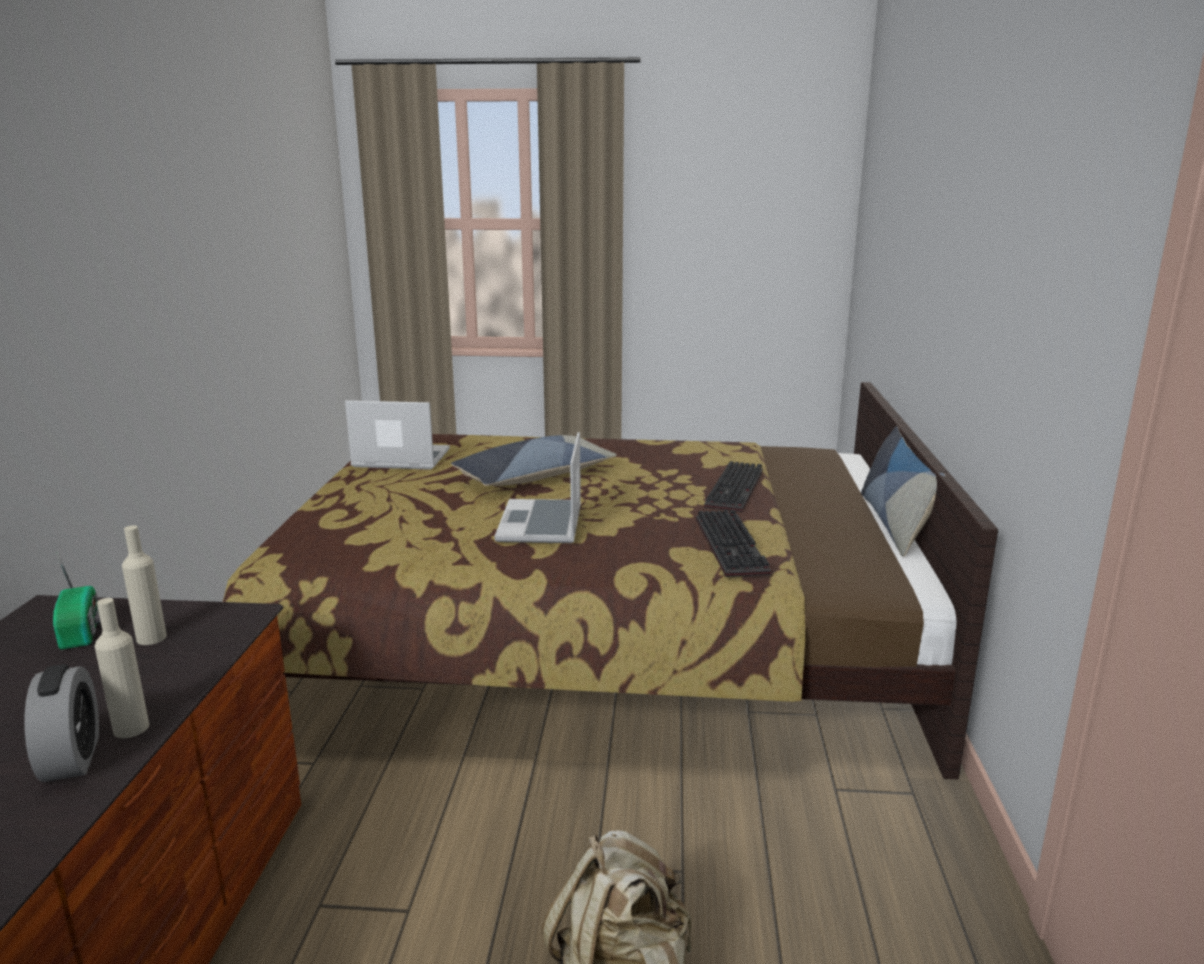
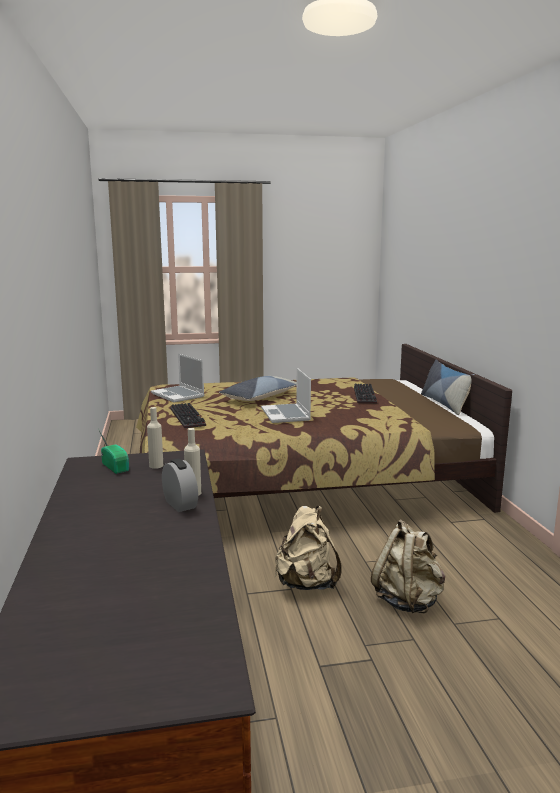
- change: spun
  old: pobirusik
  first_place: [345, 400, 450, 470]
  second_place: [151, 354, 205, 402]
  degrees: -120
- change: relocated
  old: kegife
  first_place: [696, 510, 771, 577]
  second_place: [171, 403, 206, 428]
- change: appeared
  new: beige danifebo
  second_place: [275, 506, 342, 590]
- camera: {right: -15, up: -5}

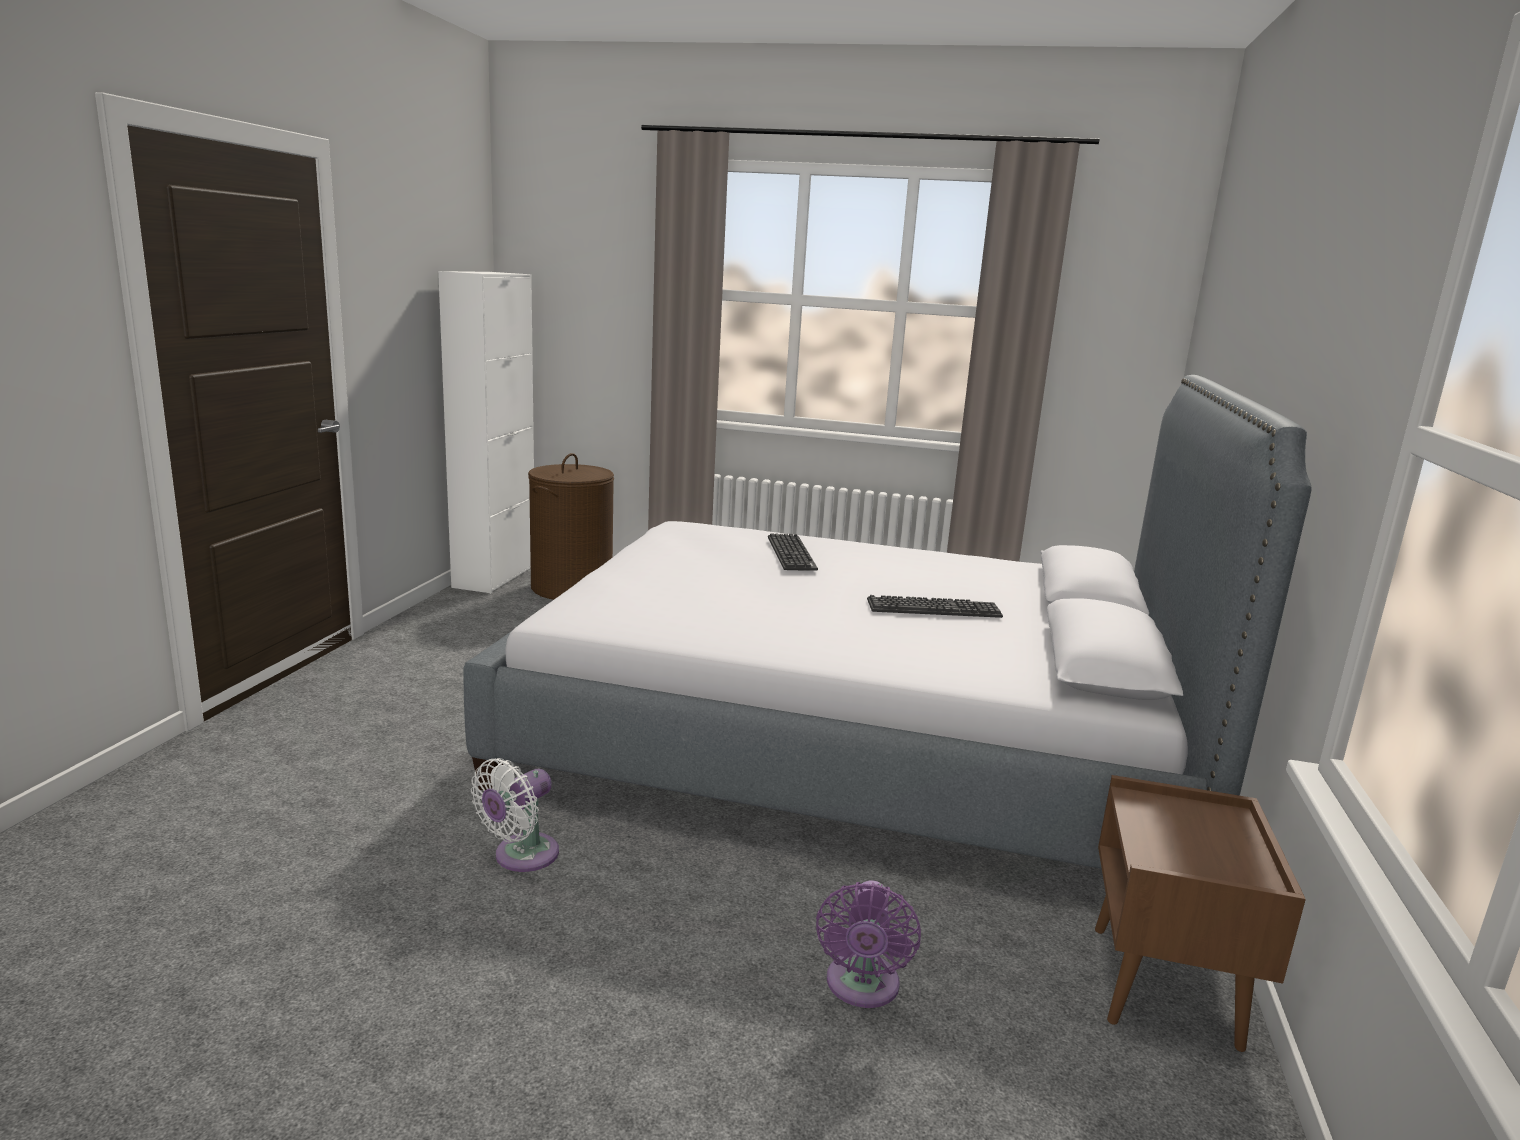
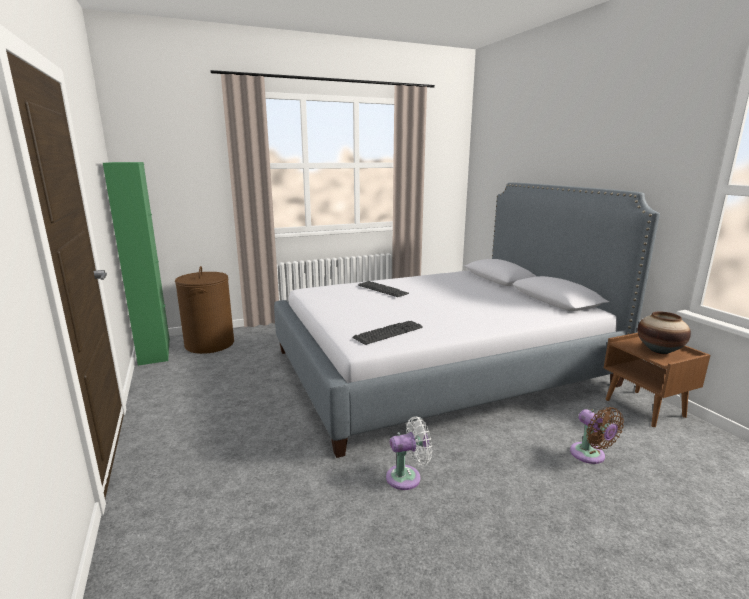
- change: colour
  old: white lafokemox
  new: green lafokemox
  first_place: [438, 271, 534, 593]
  second_place: [103, 162, 170, 366]
- change: relocated
  old: kegife
  first_place: [867, 595, 1003, 618]
  second_place: [353, 321, 423, 345]
- change: spun
  old: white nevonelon
  first_place: [471, 758, 559, 872]
  second_place: [386, 416, 432, 490]
  degrees: -105
- change: colour
  old: purple nevonelon
  new: brown nevonelon
  first_place: [816, 880, 921, 1008]
  second_place: [570, 407, 624, 464]
- change: appeared
  new: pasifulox
  second_place: [638, 312, 691, 354]
- camera: {right: -35, up: 0}

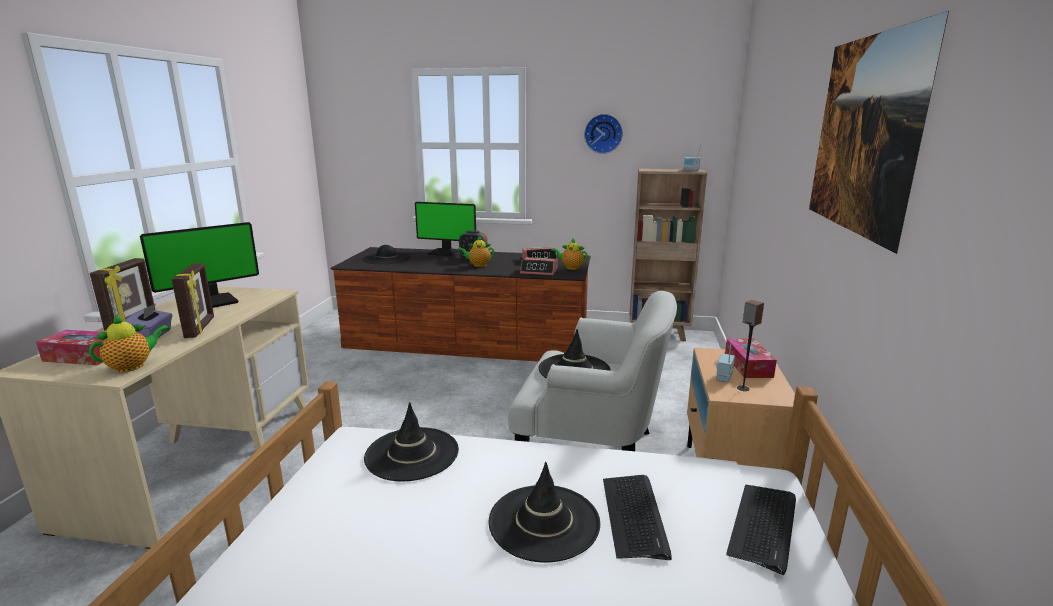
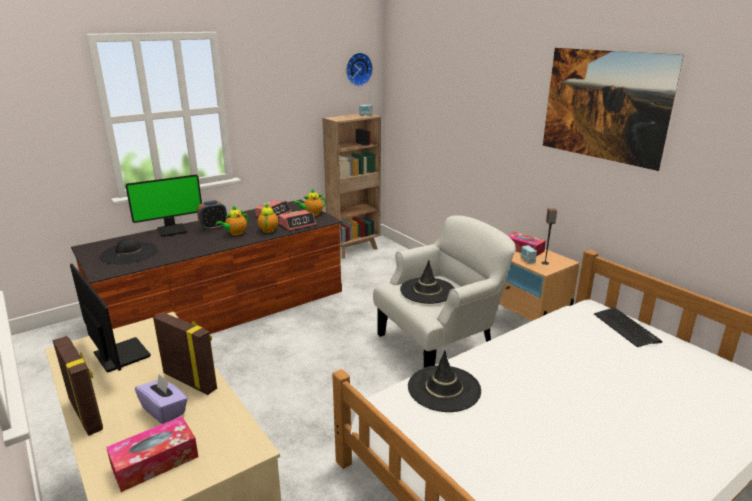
- change: spun
  old: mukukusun
  first_place: [140, 222, 259, 308]
  second_place: [70, 264, 151, 373]
  degrees: -45
- change: relocated
  old: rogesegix
  first_place: [89, 315, 170, 373]
  second_place: [258, 203, 278, 233]
- change: relocated
  old: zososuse
  first_place: [584, 114, 623, 154]
  second_place: [346, 52, 373, 86]
- change: missing
  old: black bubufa
  first_place: [489, 462, 600, 562]
- change: missing
  old: kegife
  first_place: [603, 475, 672, 560]
- camera: {right: -45, up: 5}

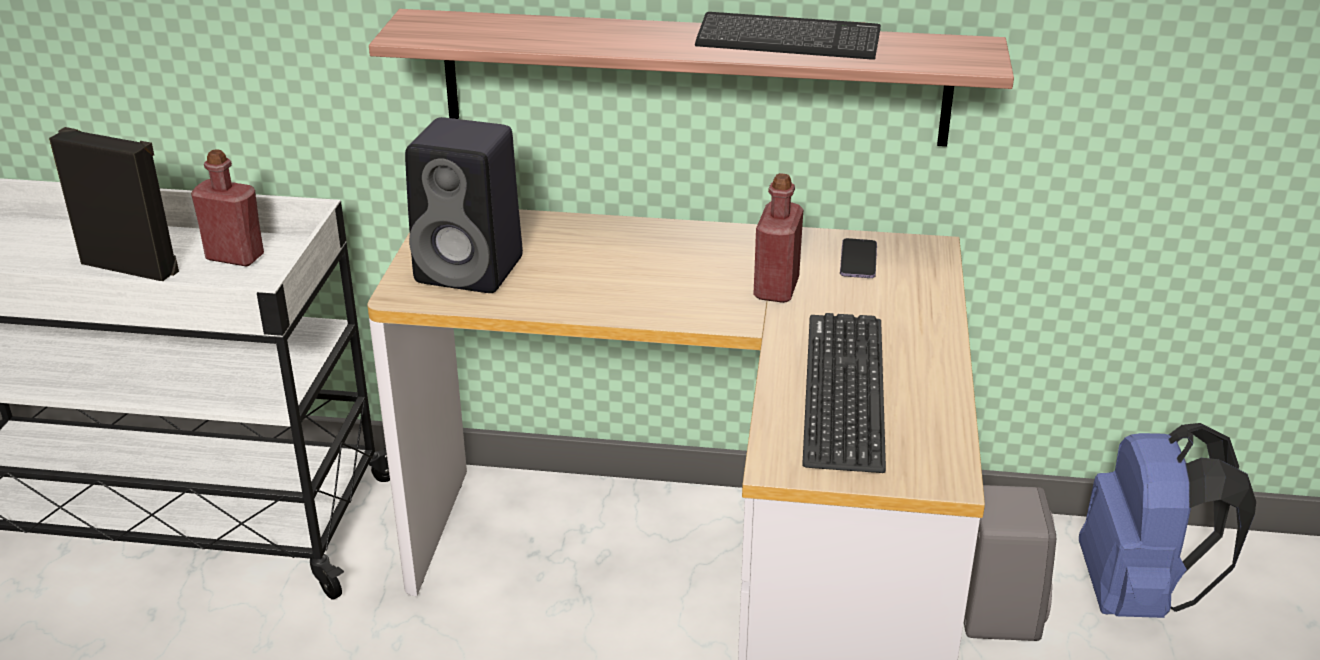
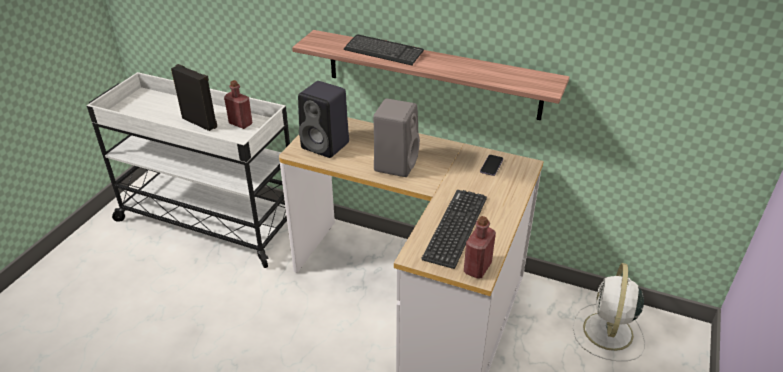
- change: relocated
  old: kegife
  first_place: [695, 12, 881, 60]
  second_place: [344, 34, 424, 65]
- change: relocated
  old: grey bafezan
  first_place: [964, 485, 1056, 641]
  second_place: [373, 98, 420, 177]
- change: relocated
  old: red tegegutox
  first_place: [753, 173, 803, 303]
  second_place: [464, 216, 496, 278]
- change: exchanged
  old: blue danifebo
  new: white nevonelon
  first_place: [1079, 423, 1256, 618]
  second_place: [573, 263, 645, 361]
- camera: {right: 15, up: 5}

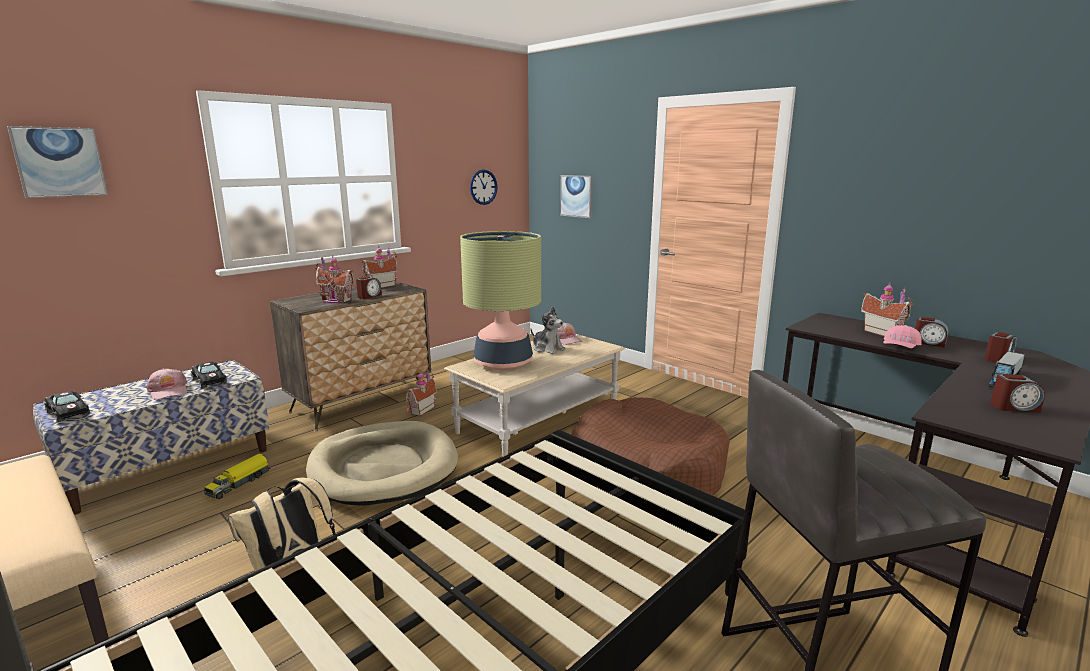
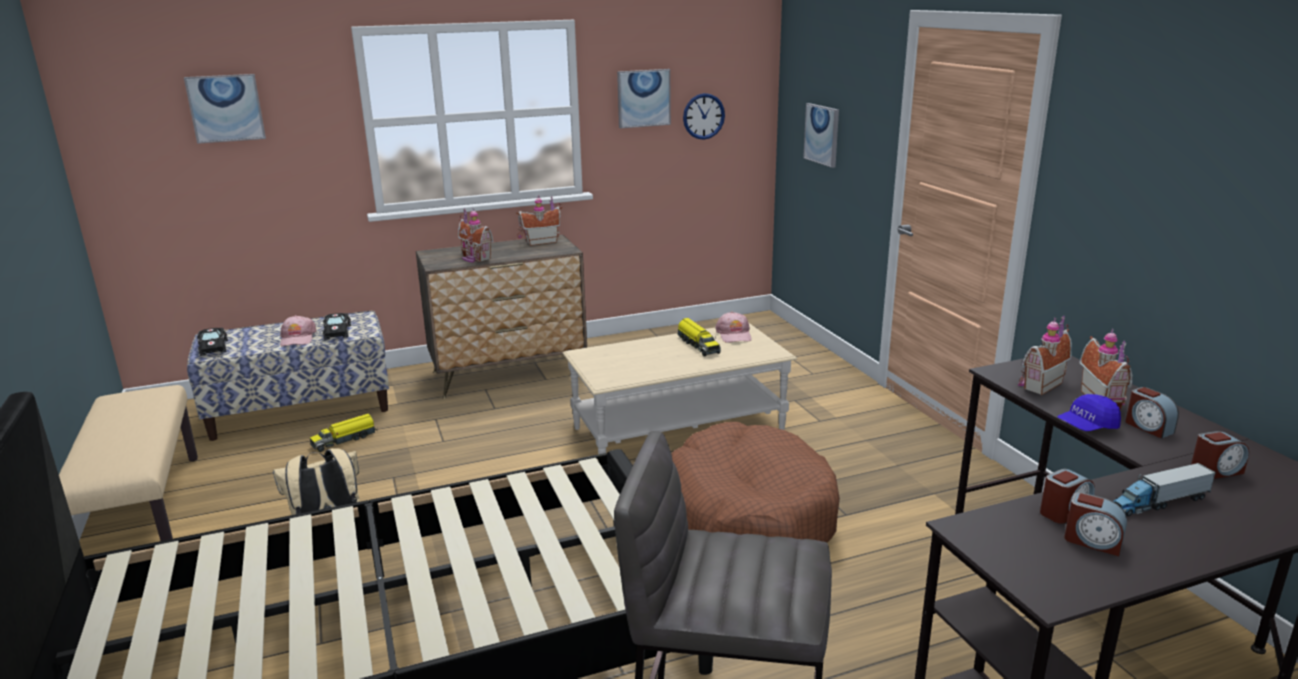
- change: appeared
  new: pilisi
  second_place: [617, 69, 671, 128]
- change: exchanged
  old: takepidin
  new: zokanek
  first_place: [531, 307, 566, 354]
  second_place: [677, 318, 721, 357]
- change: relocated
  old: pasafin
  first_place: [406, 369, 437, 416]
  second_place: [1018, 316, 1072, 395]
- change: relocated
  old: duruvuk
  first_place: [356, 276, 382, 299]
  second_place: [1040, 468, 1095, 524]
- change: colour
  old: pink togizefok
  new: blue togizefok
  first_place: [883, 325, 922, 348]
  second_place: [1057, 394, 1121, 431]
- change: missing
  old: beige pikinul
  first_place: [306, 421, 458, 506]
- change: missing
  old: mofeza
  first_place: [460, 231, 541, 370]
- camera: {right: 25, up: 5}

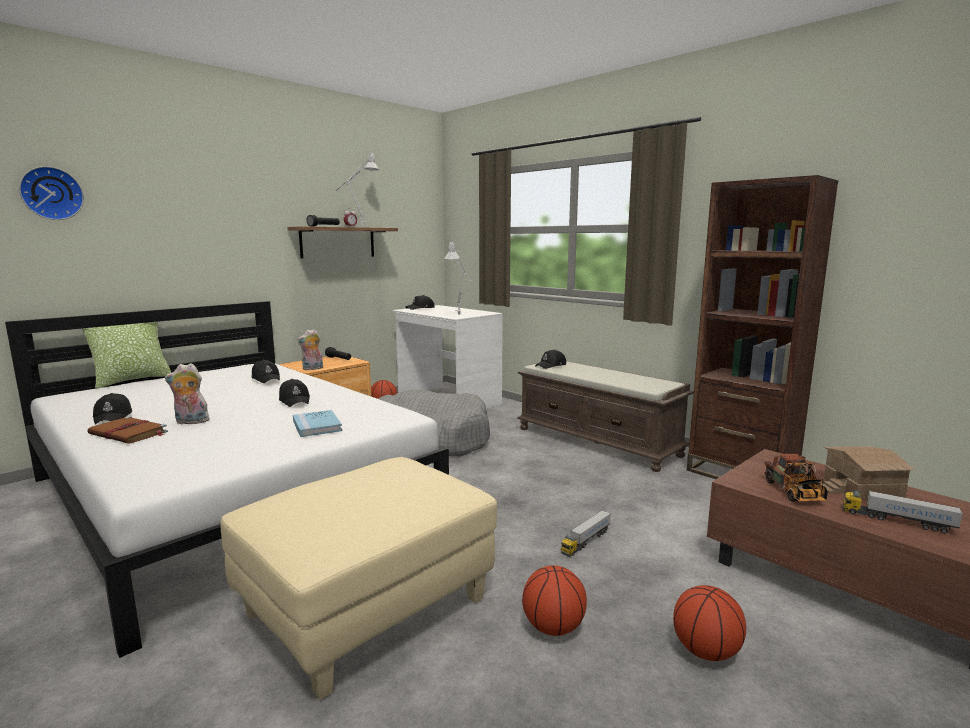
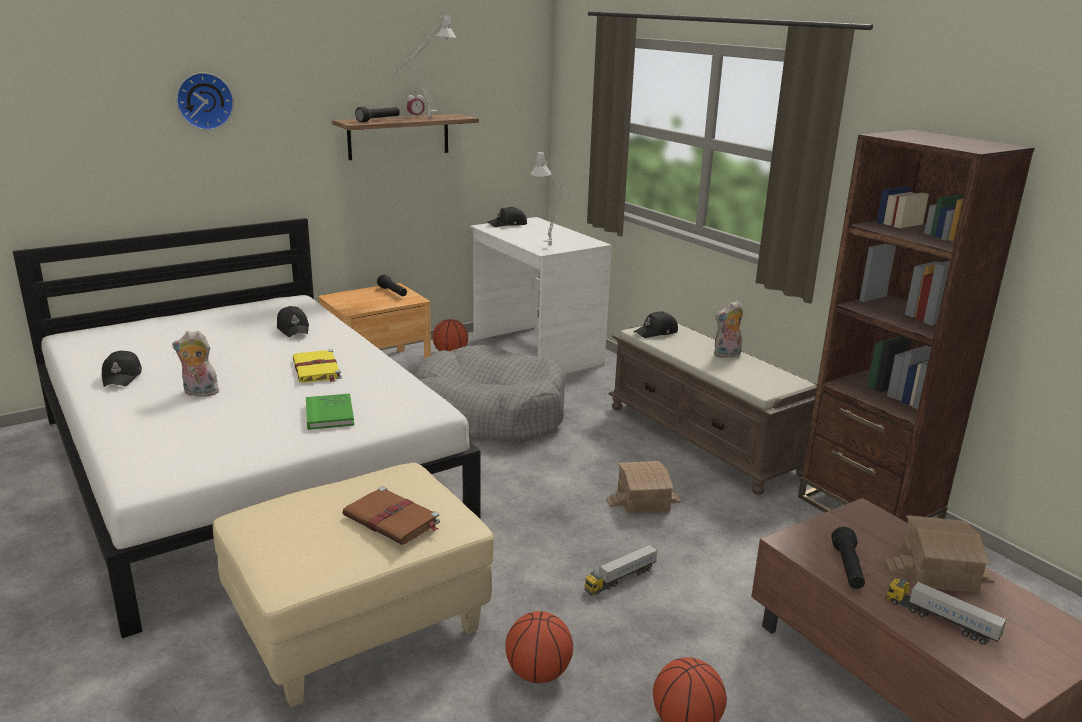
- change: relocated
  old: zososuse
  first_place: [19, 166, 84, 220]
  second_place: [176, 72, 234, 130]
- change: exchanged
  old: black togizefok
  new: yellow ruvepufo
  first_place: [279, 379, 310, 407]
  second_place: [293, 349, 342, 383]
- change: colour
  old: blue ruvepufo
  new: green ruvepufo
  first_place: [293, 410, 342, 437]
  second_place: [306, 393, 354, 430]
- change: relocated
  old: brown ruvepufo
  first_place: [87, 416, 168, 443]
  second_place: [342, 487, 440, 545]
- change: appeared
  new: pasafin
  second_place: [606, 461, 681, 513]
- change: relocated
  old: takepidin
  first_place: [297, 329, 323, 370]
  second_place: [714, 300, 743, 358]
- change: exchanged
  old: zokanek
  new: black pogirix
  first_place: [764, 454, 828, 501]
  second_place: [831, 527, 865, 589]
- change: missing
  old: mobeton
  first_place: [82, 322, 172, 389]
- camera: {right: 10, up: 10}

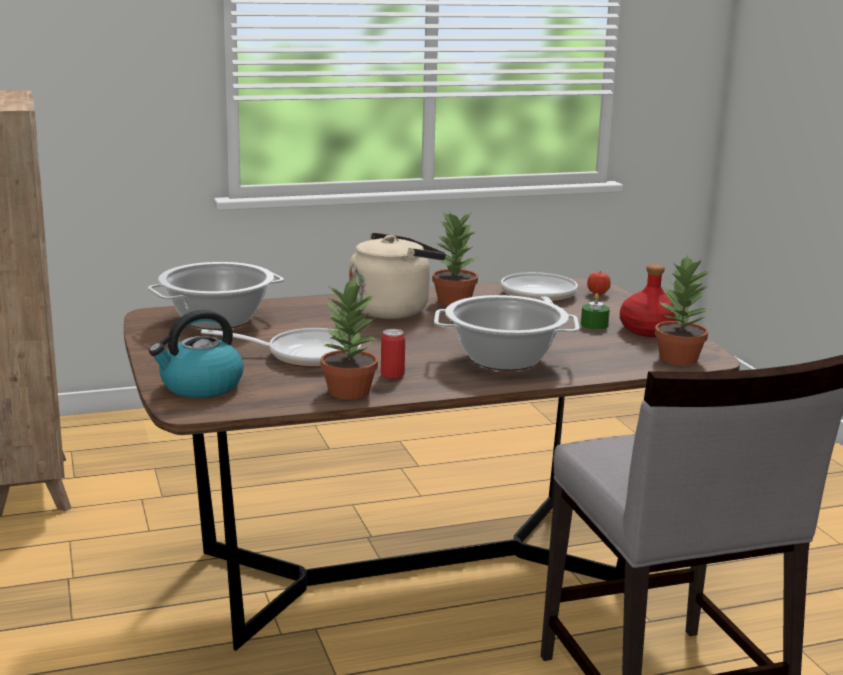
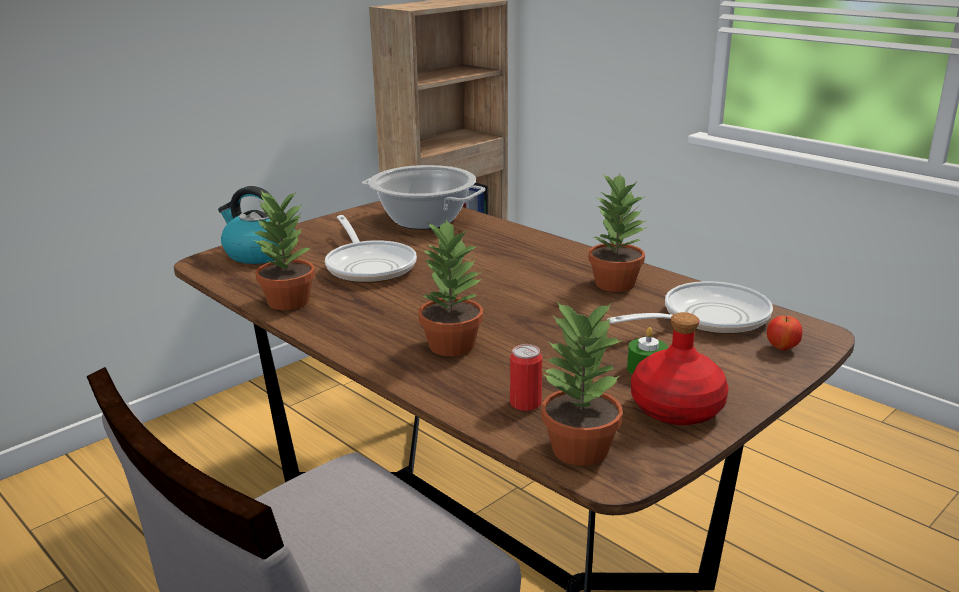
- change: exchanged
  old: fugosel
  new: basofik
  first_place: [434, 295, 580, 371]
  second_place: [418, 219, 483, 356]
- change: relocated
  old: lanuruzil
  first_place: [381, 329, 405, 379]
  second_place: [510, 344, 542, 411]
- change: missing
  old: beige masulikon
  first_place: [349, 232, 446, 319]
- camera: {right: 65, up: 5}

